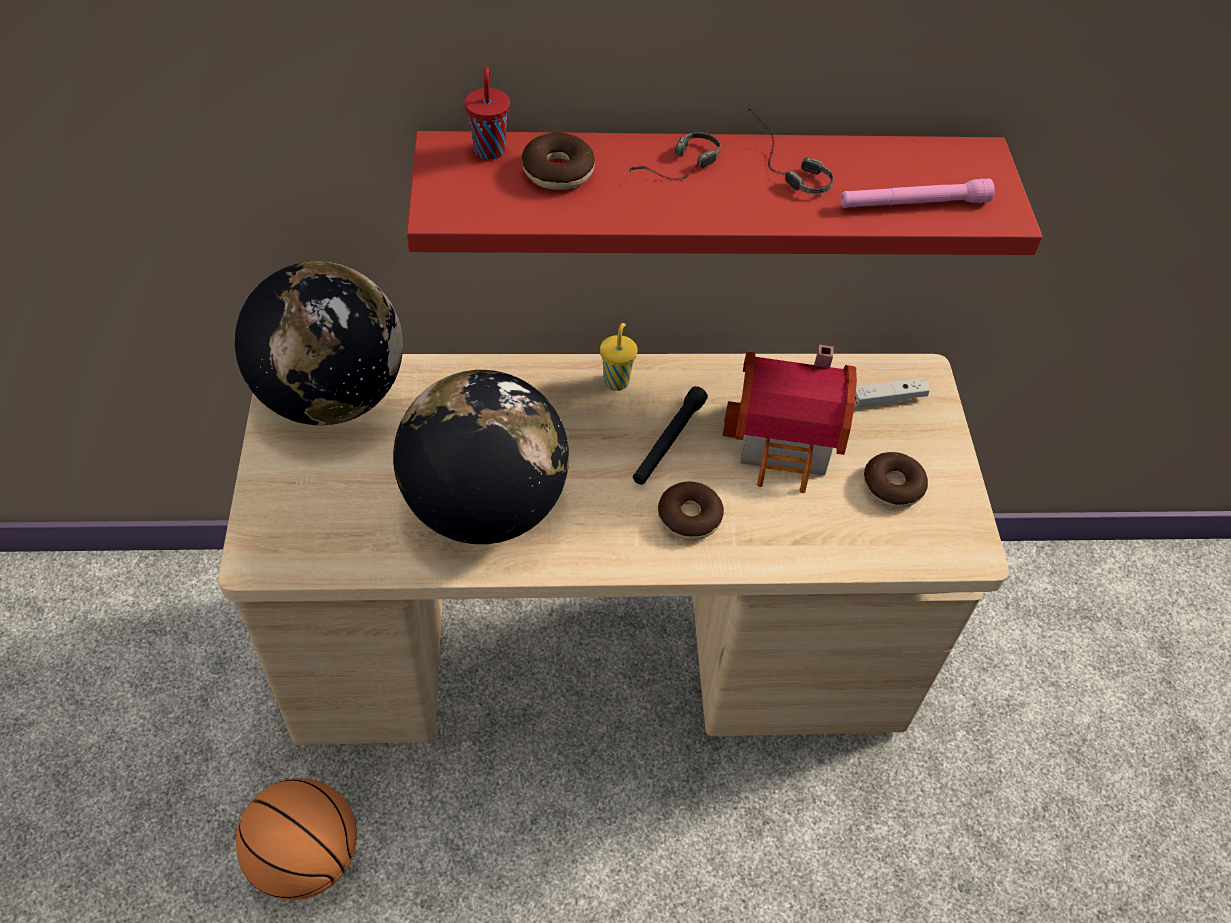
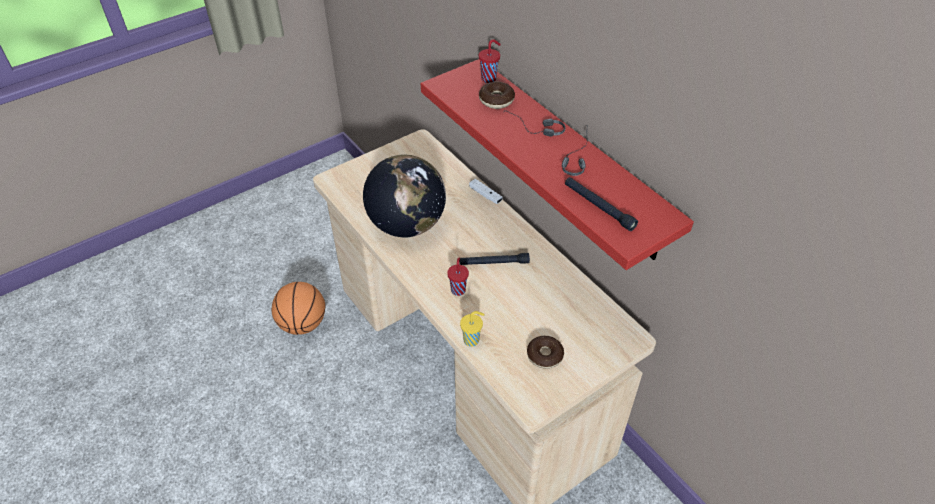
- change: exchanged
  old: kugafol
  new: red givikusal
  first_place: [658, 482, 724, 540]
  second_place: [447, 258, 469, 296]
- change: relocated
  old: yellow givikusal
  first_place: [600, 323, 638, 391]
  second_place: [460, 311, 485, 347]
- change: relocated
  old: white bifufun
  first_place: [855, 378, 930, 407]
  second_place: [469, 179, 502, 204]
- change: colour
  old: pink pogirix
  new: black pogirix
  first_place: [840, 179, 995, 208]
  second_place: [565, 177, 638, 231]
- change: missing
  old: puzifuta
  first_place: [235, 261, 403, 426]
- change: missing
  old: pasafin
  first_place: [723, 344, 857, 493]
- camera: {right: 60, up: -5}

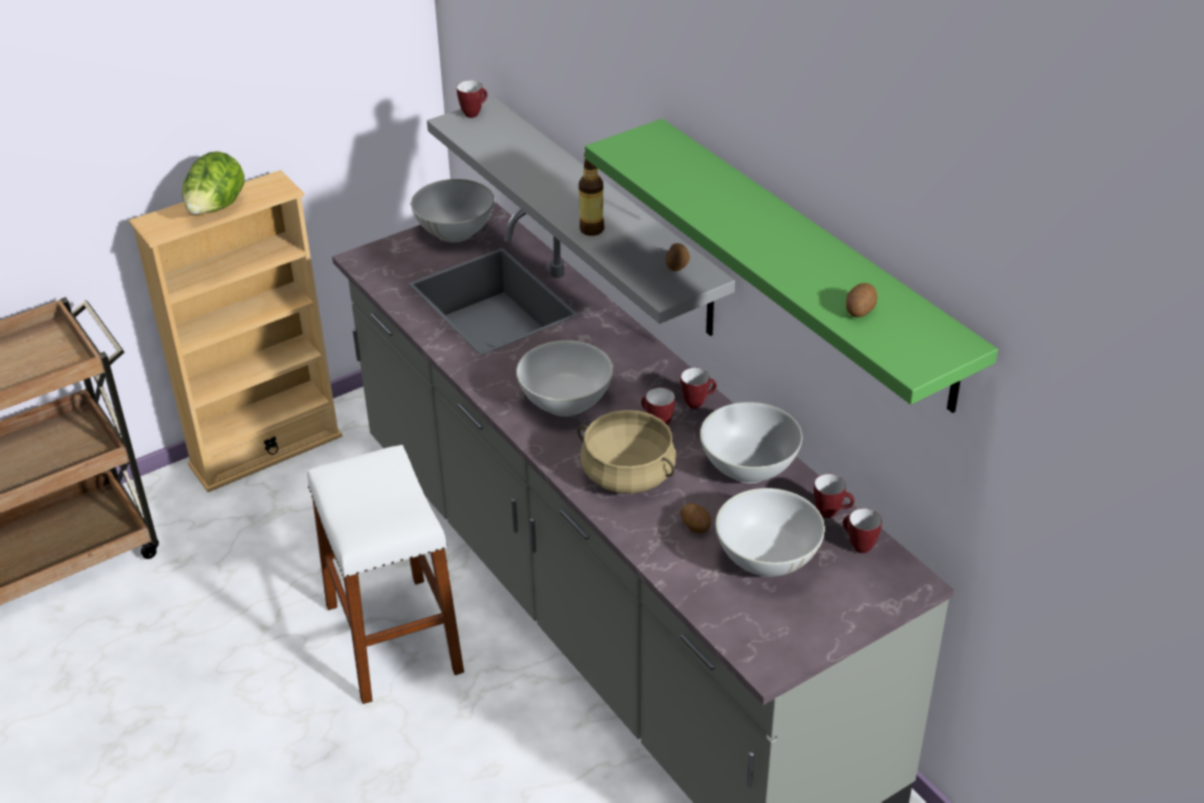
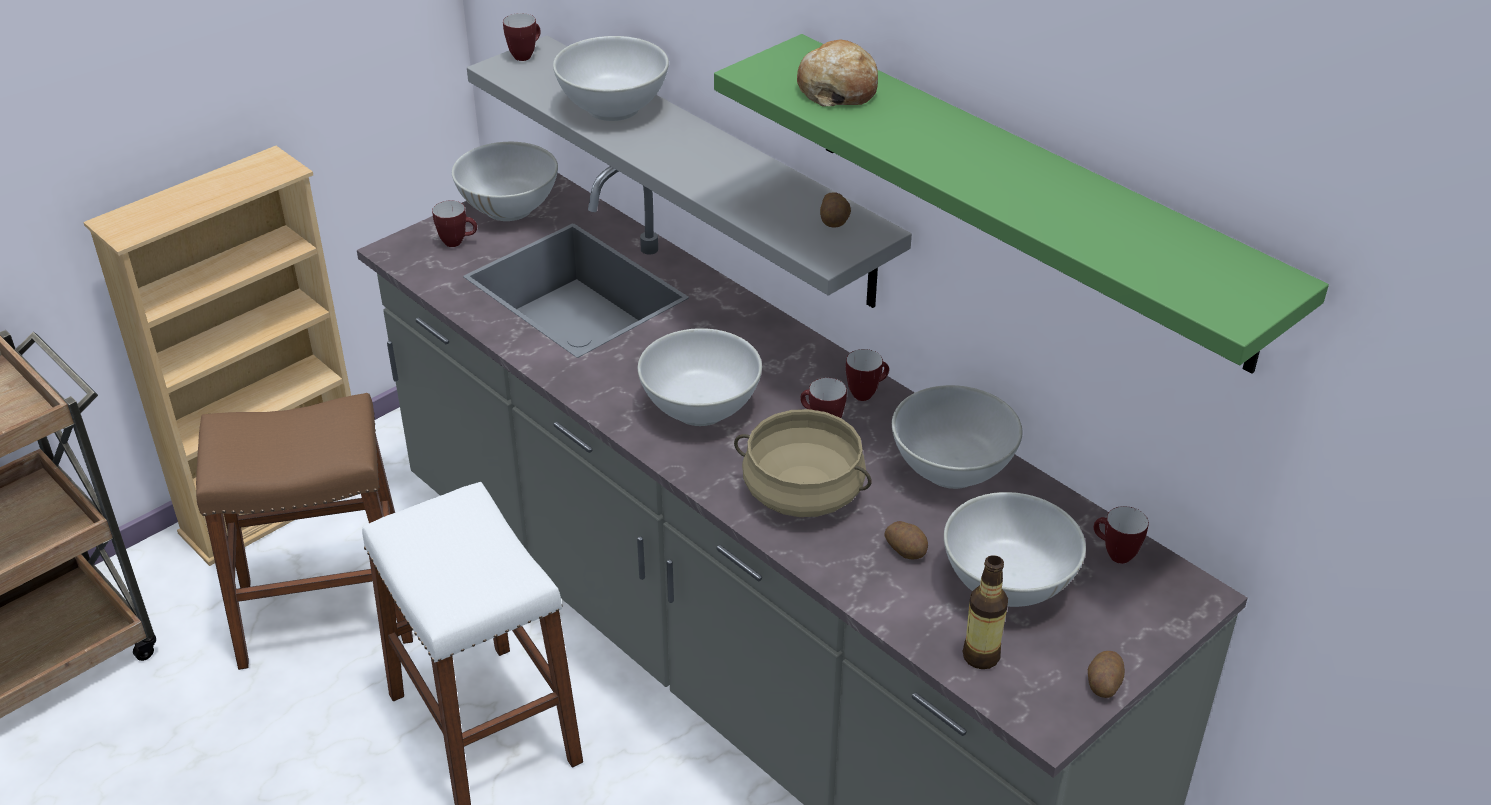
- change: appeared
  new: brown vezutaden
  second_place: [196, 393, 413, 670]
- change: relocated
  old: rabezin
  first_place: [814, 474, 855, 518]
  second_place: [432, 201, 477, 247]
- change: appeared
  new: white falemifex
  second_place: [553, 36, 669, 121]
- change: appeared
  new: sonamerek
  second_place: [797, 39, 878, 107]
- change: relocated
  old: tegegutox
  first_place: [579, 153, 604, 236]
  second_place: [963, 555, 1008, 669]
- change: relocated
  old: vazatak
  first_place: [846, 283, 877, 317]
  second_place: [1088, 651, 1125, 698]
- change: missing
  old: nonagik
  first_place: [182, 151, 245, 214]
- camera: {right: -10, up: 0}

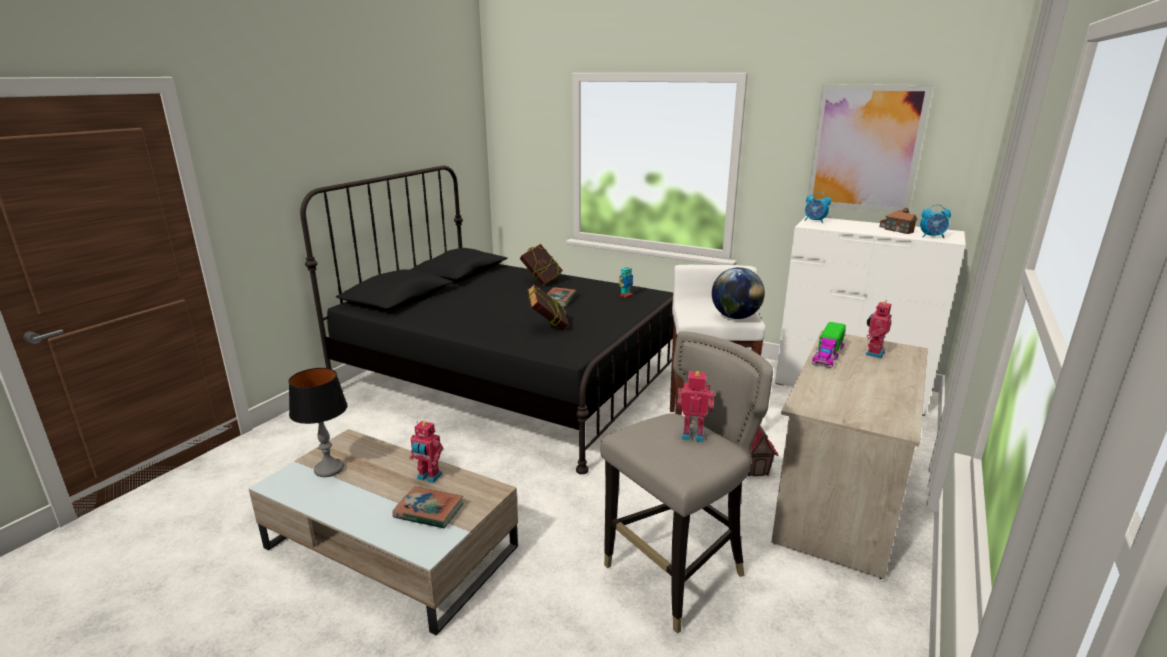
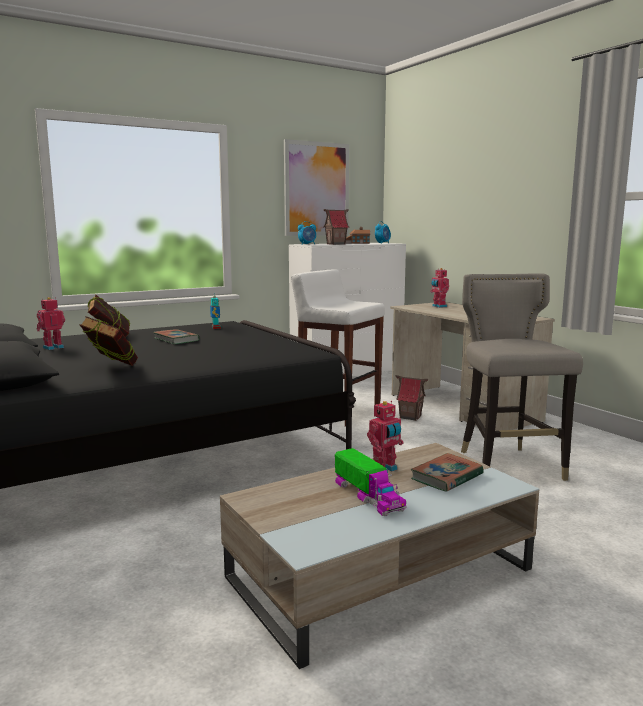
- change: relocated
  old: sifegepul
  first_place: [677, 371, 715, 442]
  second_place: [37, 297, 65, 350]
- change: relocated
  old: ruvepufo
  first_place: [528, 284, 568, 331]
  second_place: [80, 316, 138, 366]
- change: appeared
  new: pasafin
  second_place: [323, 209, 349, 245]
- change: relocated
  old: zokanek
  first_place: [812, 322, 846, 369]
  second_place: [335, 448, 407, 516]
- change: missing
  old: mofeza
  first_place: [289, 368, 348, 477]
- change: missing
  old: puzifuta
  first_place: [712, 267, 765, 319]
- camera: {right: -60, up: -10}

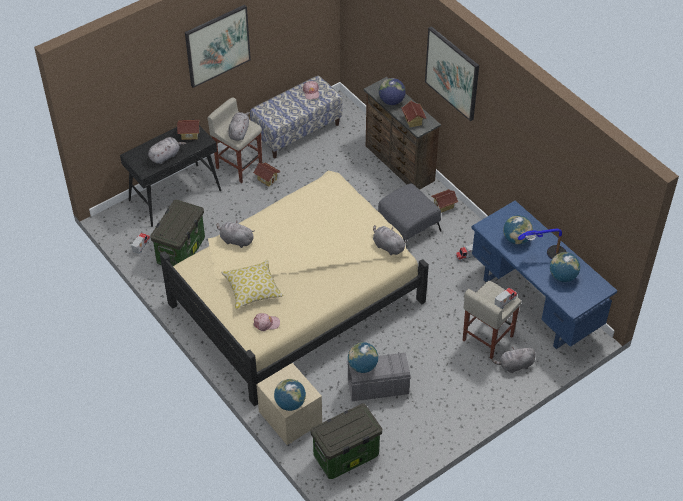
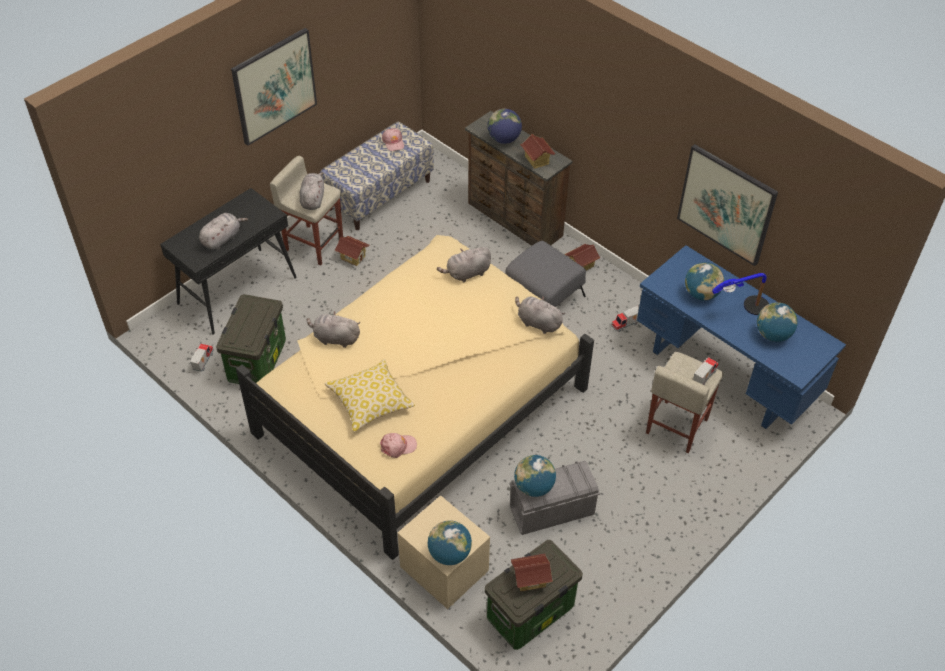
- change: relocated
  old: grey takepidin
  first_place: [492, 347, 536, 373]
  second_place: [437, 247, 491, 282]
- change: relocated
  old: pasafin
  first_place: [177, 120, 200, 140]
  second_place: [511, 554, 553, 591]
- change: relocated
  old: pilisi
  first_place: [425, 26, 479, 121]
  second_place: [677, 144, 778, 266]
- camera: {right: -10, up: 0}

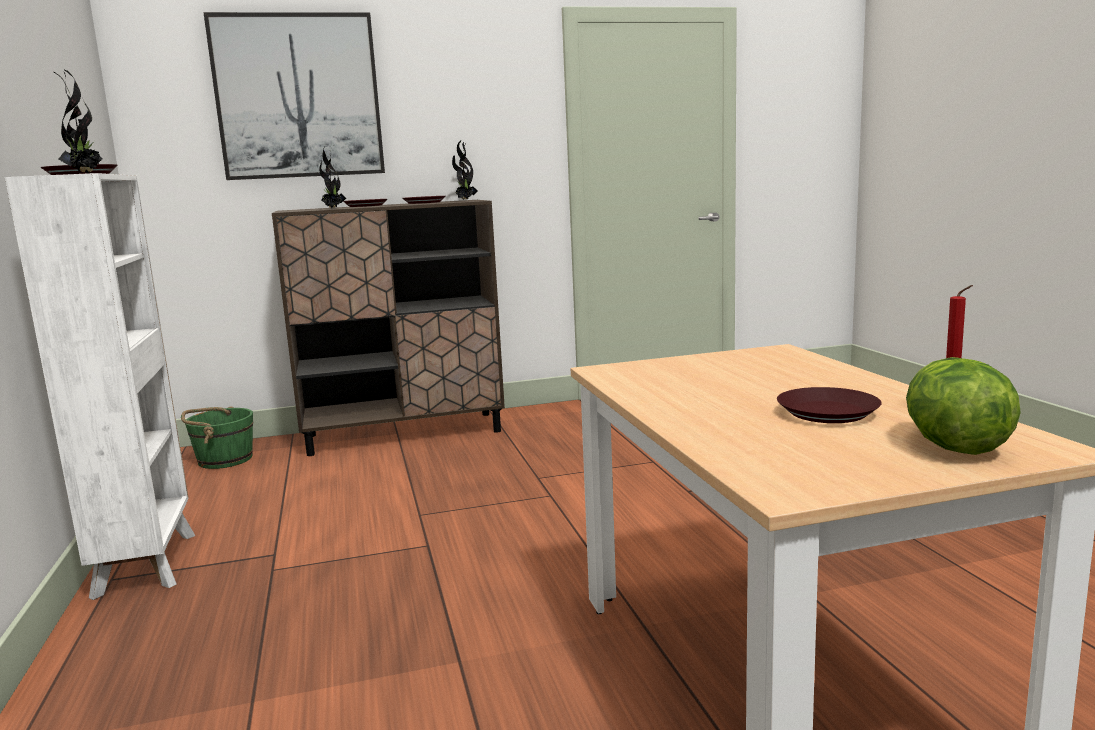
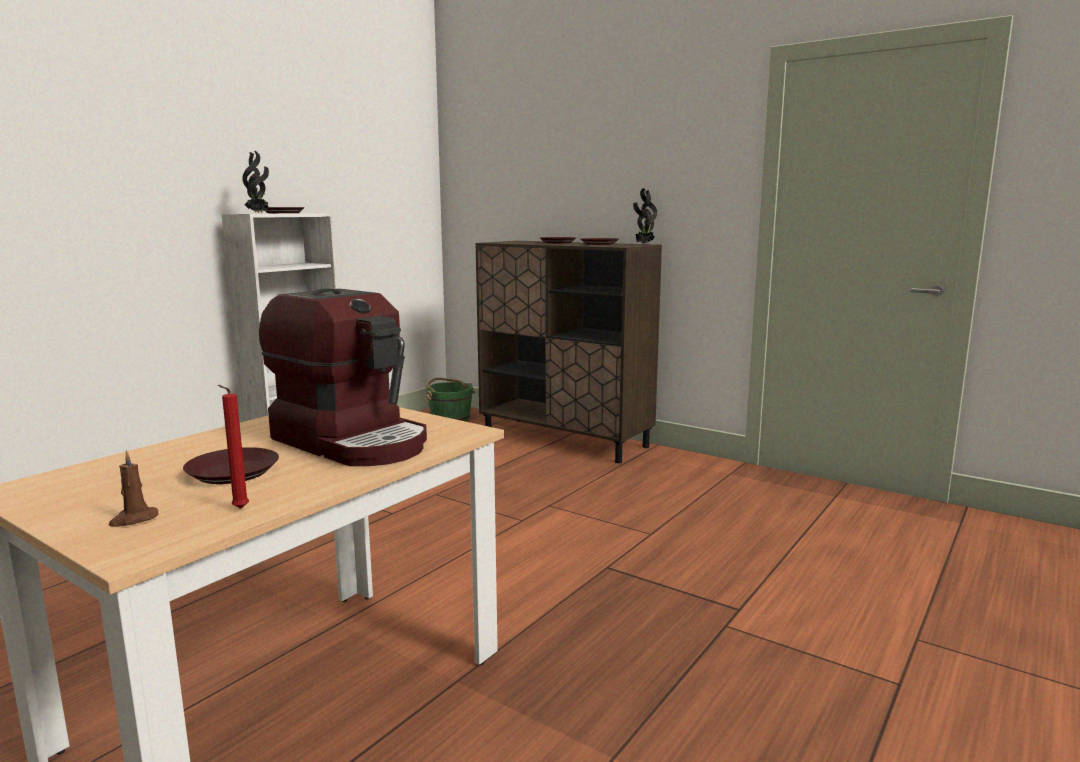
- change: exchanged
  old: nonagik
  new: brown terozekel
  first_place: [906, 357, 1021, 455]
  second_place: [109, 451, 158, 527]
- change: appeared
  new: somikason
  second_place: [259, 288, 427, 466]
- change: missing
  old: pilisi
  first_place: [203, 12, 385, 180]
- change: missing
  old: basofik
  first_place: [320, 144, 346, 208]
- camera: {right: 50, up: 0}

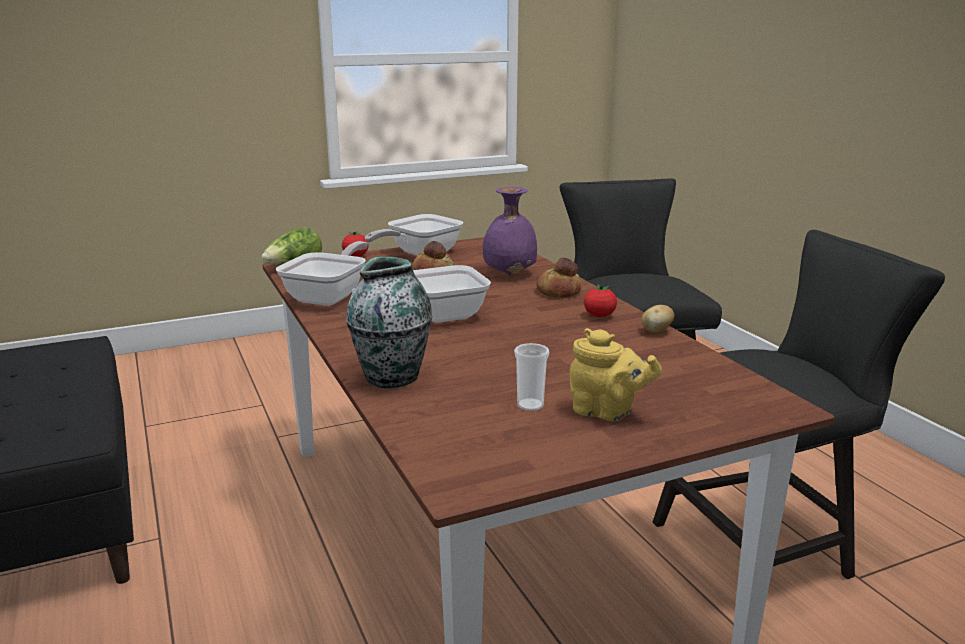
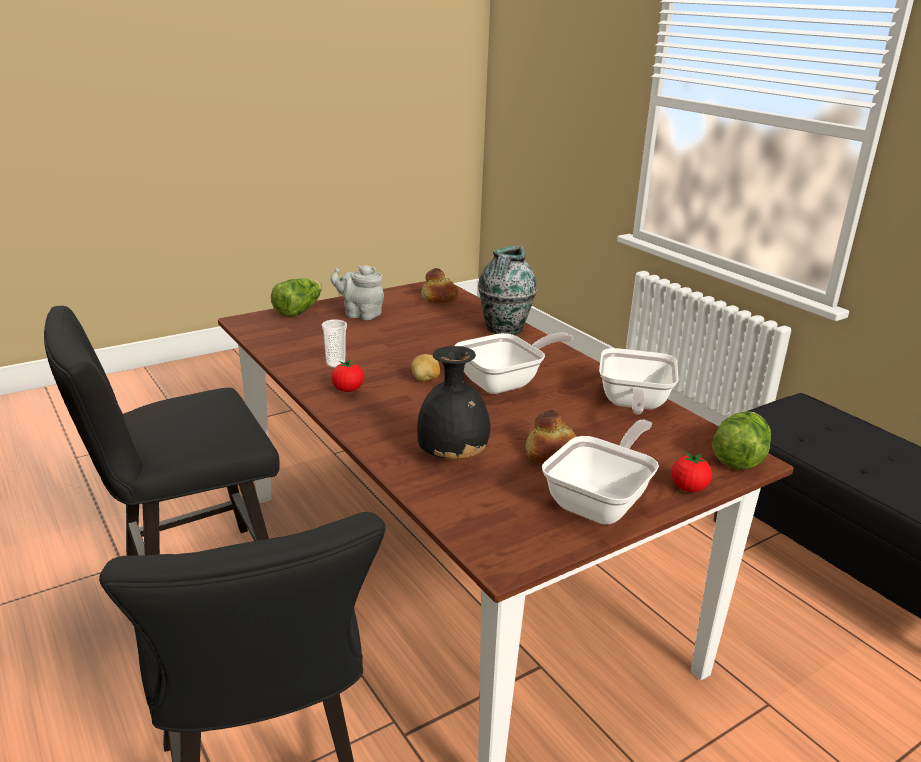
- change: appeared
  new: nonagik
  second_place: [271, 279, 322, 317]
- change: relocated
  old: givikusal
  first_place: [514, 343, 549, 411]
  second_place: [322, 319, 347, 368]
- change: colour
  old: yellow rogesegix
  new: grey rogesegix
  first_place: [569, 328, 662, 421]
  second_place: [331, 265, 384, 320]
- change: relocated
  old: vazatak
  first_place: [641, 305, 674, 333]
  second_place: [411, 354, 440, 382]
- change: colour
  old: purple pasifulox
  new: black pasifulox
  first_place: [483, 187, 537, 275]
  second_place: [417, 346, 491, 460]
- change: relocated
  old: sonamerek
  first_place: [537, 258, 582, 298]
  second_place: [421, 268, 458, 303]
- camera: {right: 170, up: 5}

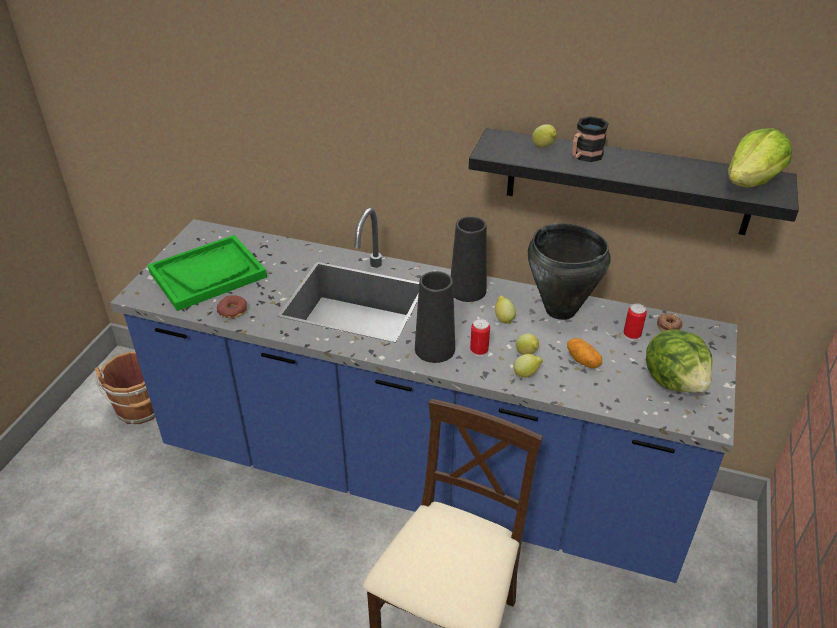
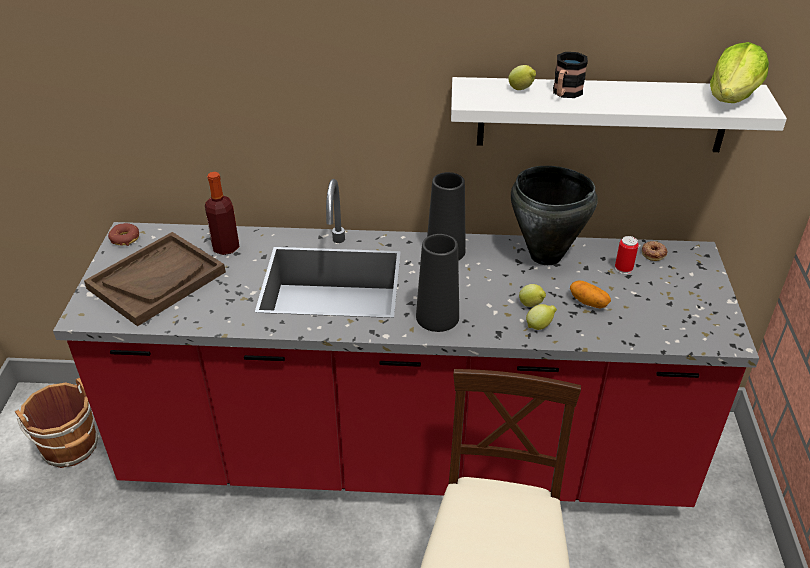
- change: colour
  old: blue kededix
  new: red kededix
  first_place: [110, 208, 737, 583]
  second_place: [53, 179, 759, 507]
- change: colour
  old: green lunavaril
  new: brown lunavaril
  first_place: [148, 235, 267, 311]
  second_place: [84, 232, 226, 326]
- change: relocated
  old: kugafol
  first_place: [217, 295, 247, 319]
  second_place: [108, 223, 139, 246]
- change: appeared
  new: tegegutox
  second_place: [205, 172, 240, 255]
- change: colour
  old: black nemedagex
  new: white nemedagex
  first_place: [469, 128, 799, 235]
  second_place: [451, 77, 787, 152]
- change: missing
  old: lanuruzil
  first_place: [470, 319, 490, 357]
- change: missing
  old: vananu
  first_place: [495, 295, 516, 324]
- change: missing
  old: nonagik
  first_place: [646, 329, 713, 393]
- camera: {right: -15, up: 0}

